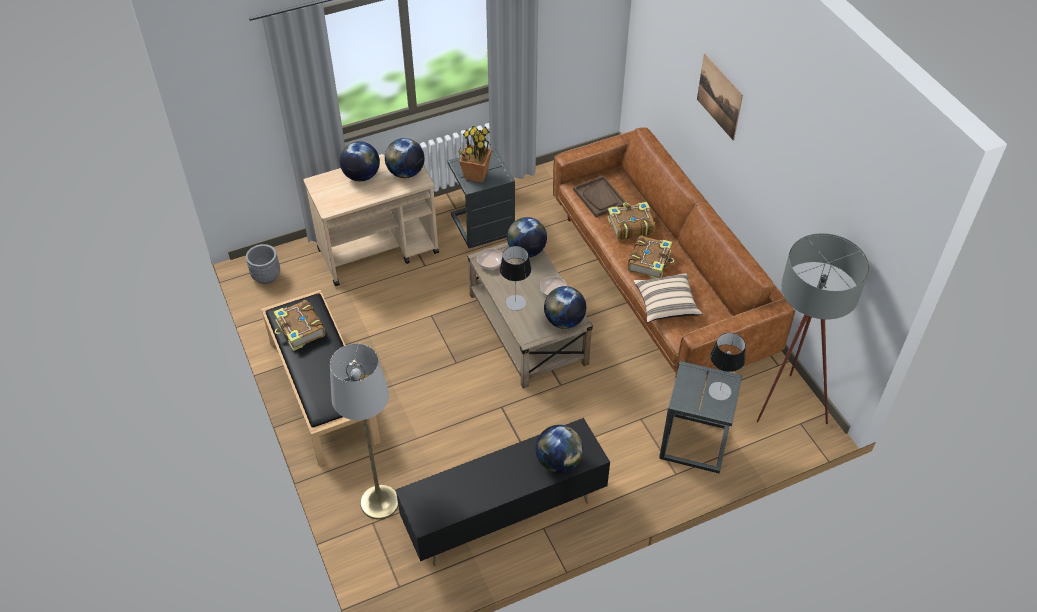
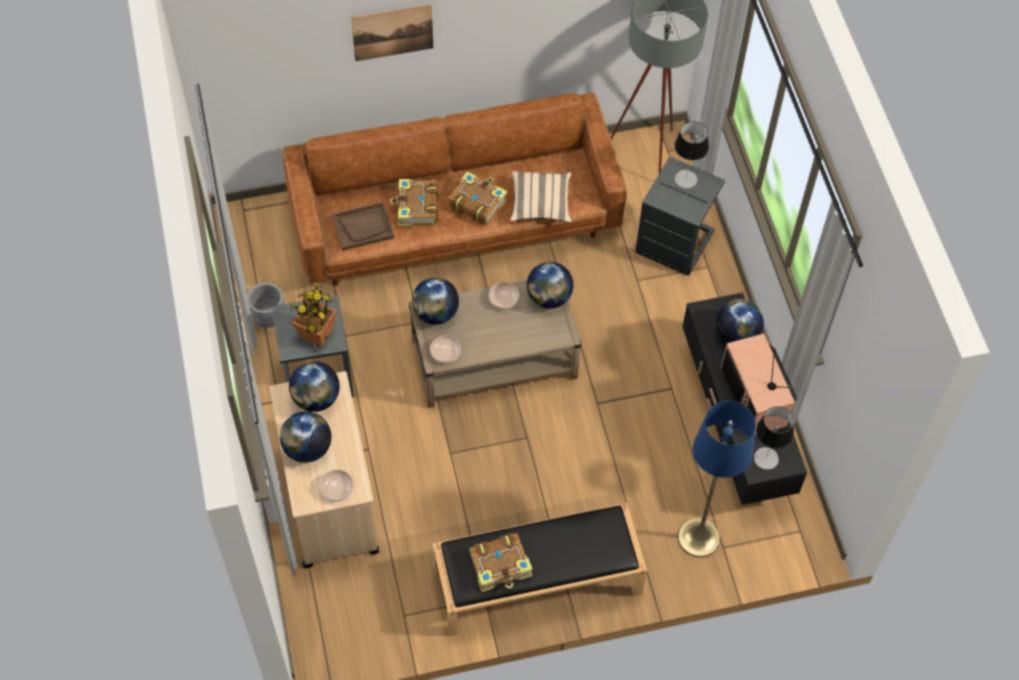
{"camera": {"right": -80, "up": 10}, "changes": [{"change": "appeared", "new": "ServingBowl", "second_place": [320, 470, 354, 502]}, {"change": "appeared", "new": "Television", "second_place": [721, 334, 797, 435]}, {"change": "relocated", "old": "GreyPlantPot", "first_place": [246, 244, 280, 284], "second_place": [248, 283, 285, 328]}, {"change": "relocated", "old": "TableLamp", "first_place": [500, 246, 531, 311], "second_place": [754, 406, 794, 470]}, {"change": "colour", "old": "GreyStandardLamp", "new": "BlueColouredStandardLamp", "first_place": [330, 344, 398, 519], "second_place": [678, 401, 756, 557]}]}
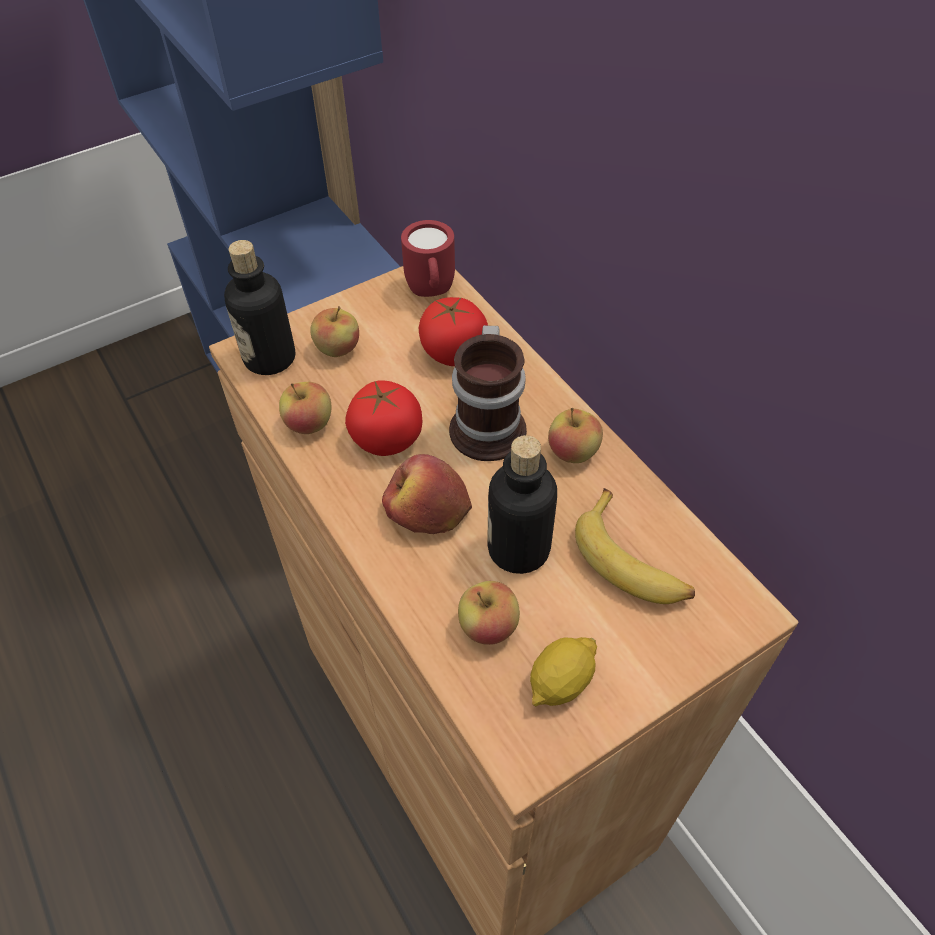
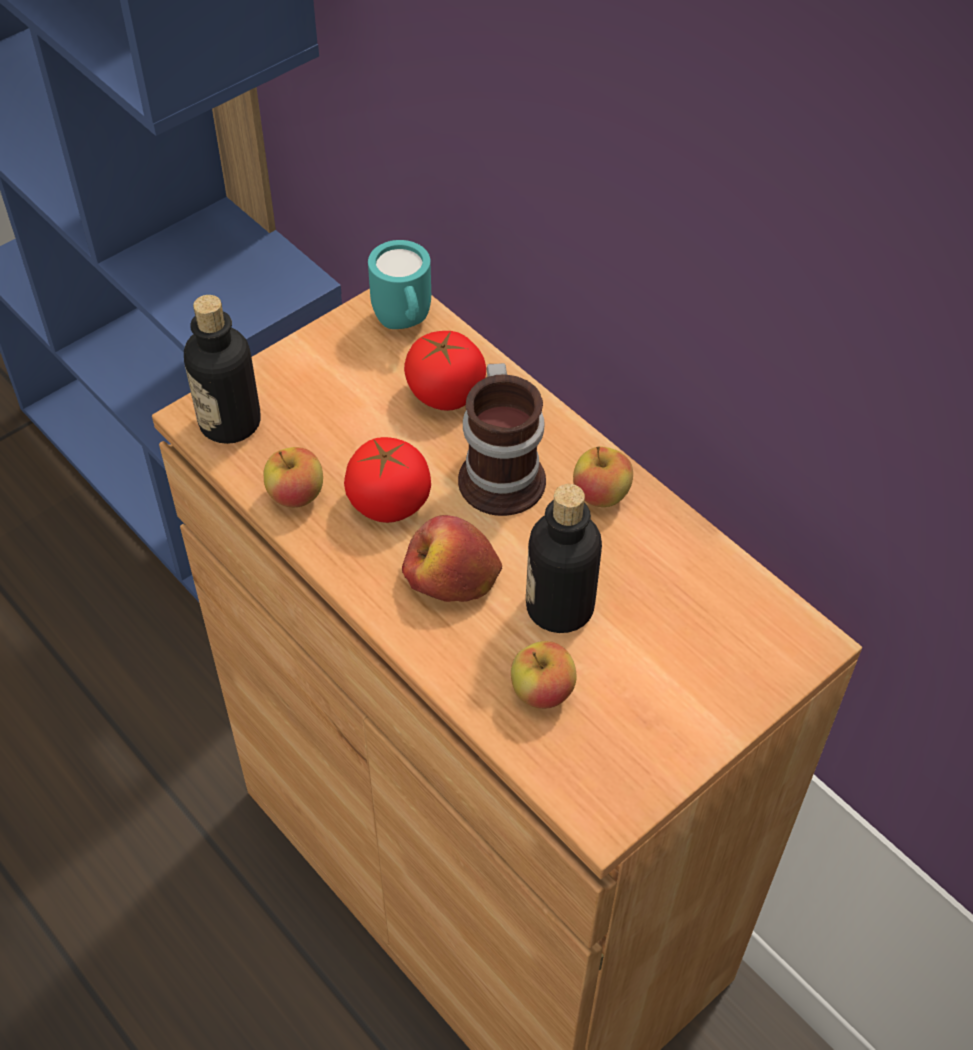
{"camera": {"right": -10, "up": 0}, "changes": [{"change": "missing", "old": "AppleFruit", "first_place": [310, 306, 359, 357]}, {"change": "missing", "old": "CitrusFruit", "first_place": [530, 637, 597, 707]}, {"change": "missing", "old": "BananaFruit", "first_place": [575, 488, 695, 604]}, {"change": "colour", "old": "RedColouredMug", "new": "BlueGreenMug", "first_place": [401, 220, 455, 297], "second_place": [368, 240, 431, 329]}]}
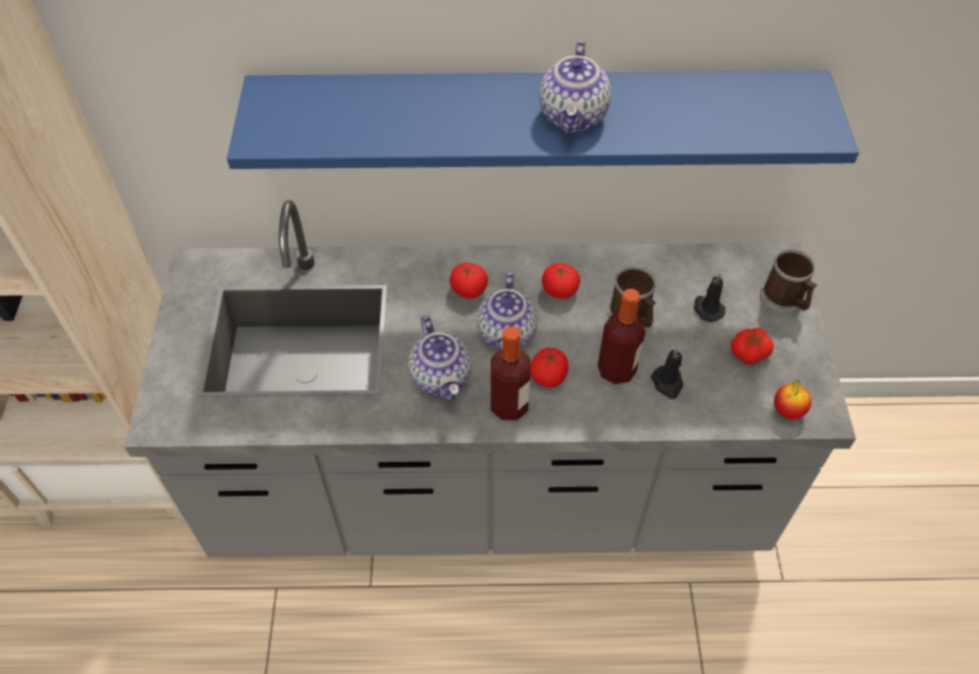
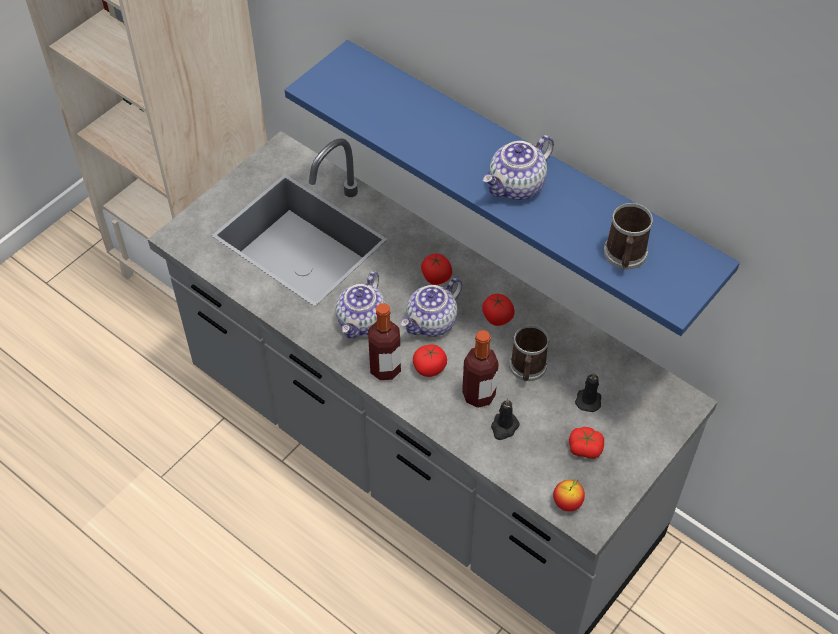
{"camera": {"right": 40, "up": 0}, "changes": [{"change": "relocated", "old": "Mug", "first_place": [760, 249, 817, 315], "second_place": [604, 203, 653, 270]}]}
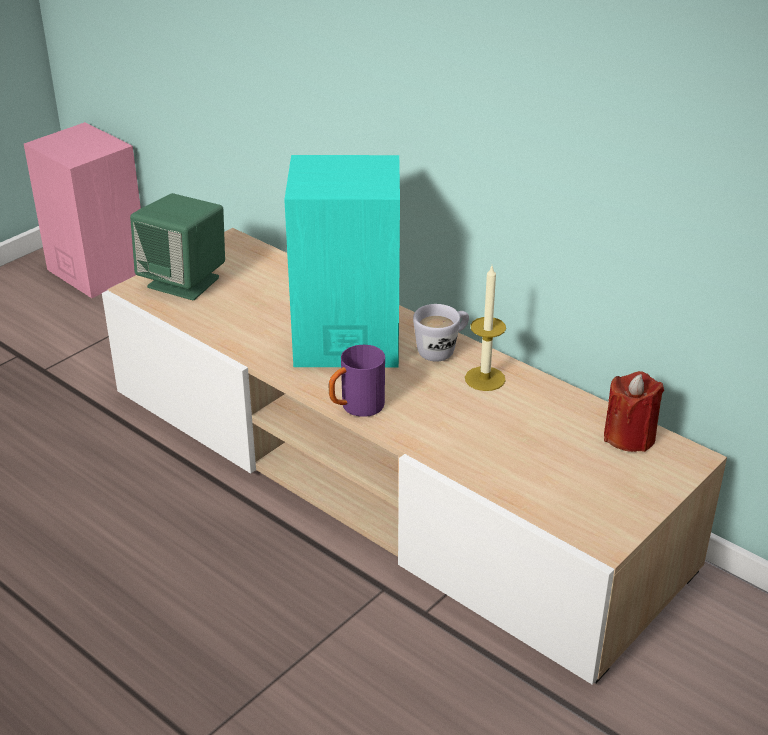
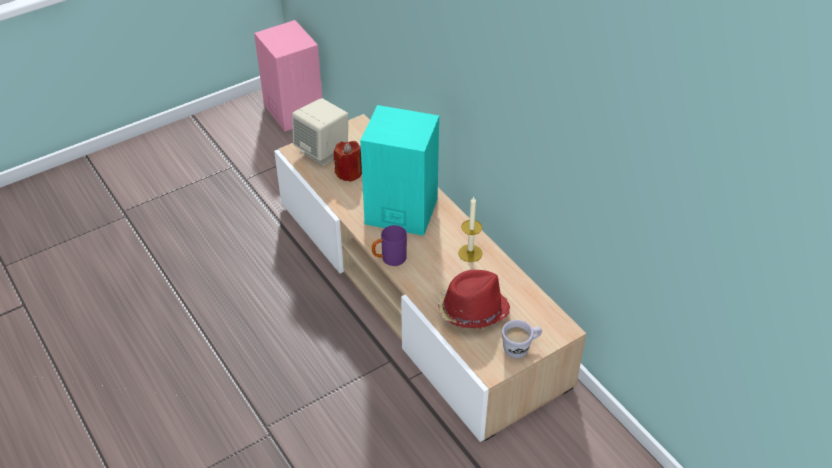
{"camera": {"right": 15, "up": 10}, "changes": [{"change": "appeared", "new": "RedColouredHat", "second_place": [439, 270, 510, 329]}, {"change": "relocated", "old": "WhiteColouredMug", "first_place": [413, 304, 469, 362], "second_place": [502, 320, 542, 358]}, {"change": "relocated", "old": "RedColouredWaxLight", "first_place": [604, 371, 664, 452], "second_place": [334, 141, 362, 182]}, {"change": "colour", "old": "GreenColouredSpeaker", "new": "BeigeColouredSpeaker", "first_place": [130, 193, 225, 300], "second_place": [292, 98, 348, 166]}]}
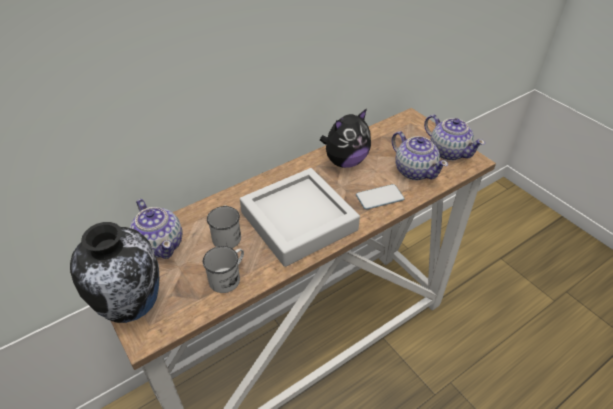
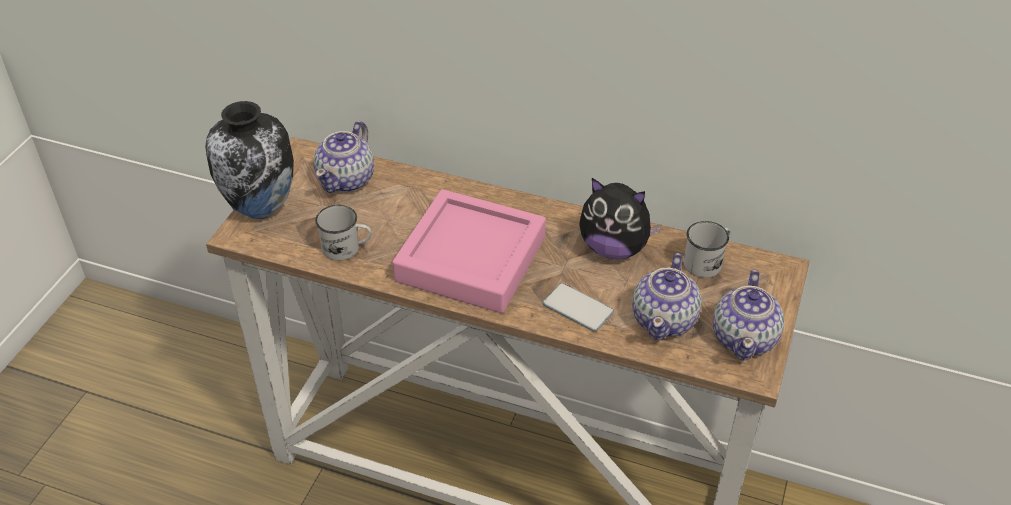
{"camera": {"right": 55, "up": 0}, "changes": [{"change": "relocated", "old": "WhiteColouredMug", "first_place": [207, 205, 241, 248], "second_place": [684, 221, 731, 278]}, {"change": "colour", "old": "GreyServingTray", "new": "PinkishServingTray", "first_place": [240, 168, 360, 267], "second_place": [392, 189, 546, 313]}]}
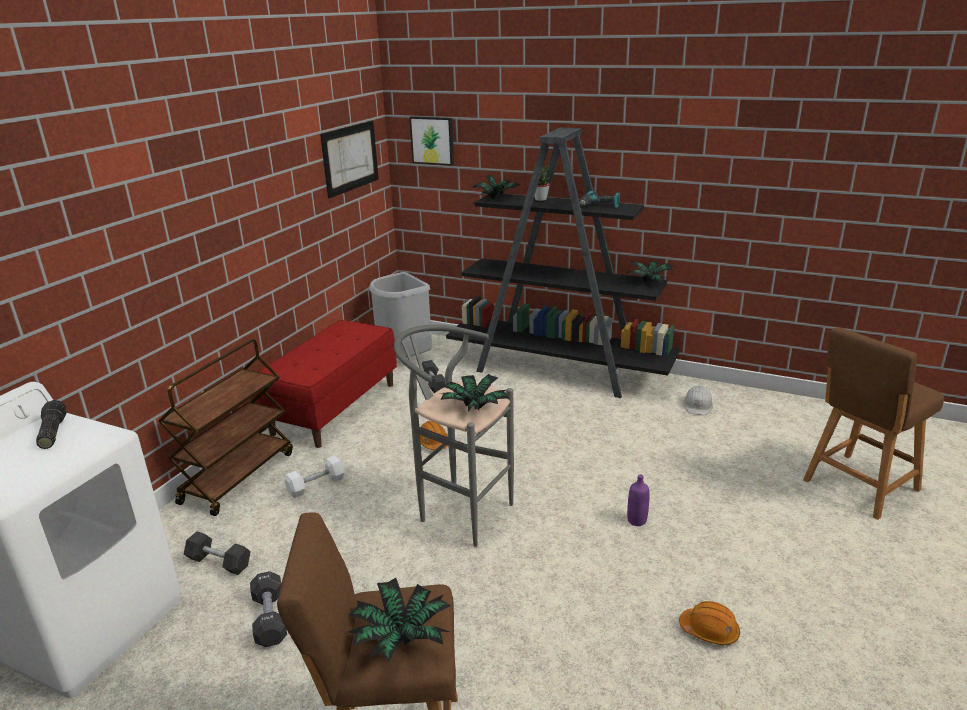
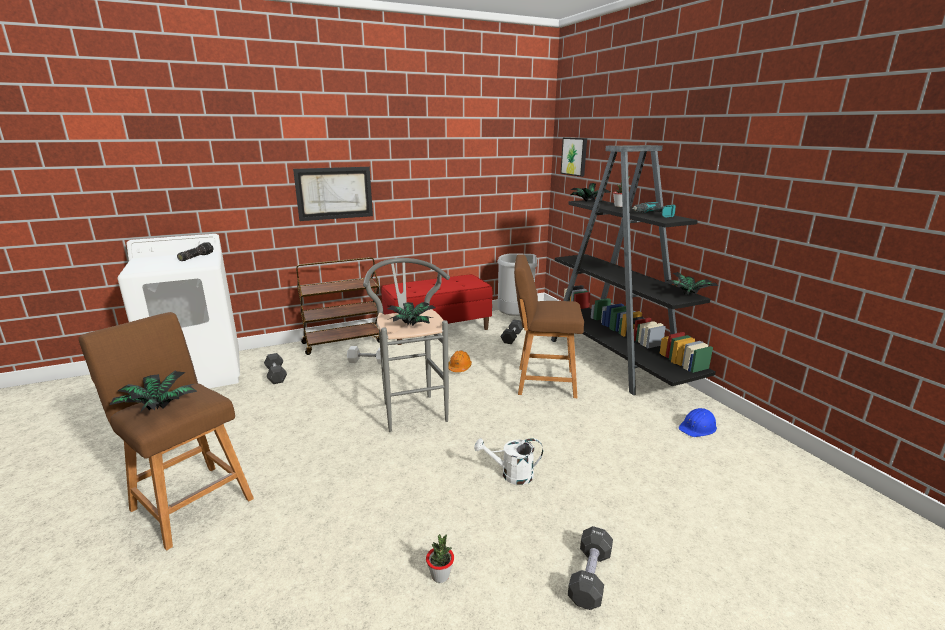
{"camera": {"right": 40, "up": -5}, "changes": [{"change": "relocated", "old": "BlackColouredFreeWeight", "first_place": [250, 571, 287, 647], "second_place": [568, 526, 613, 610]}, {"change": "relocated", "old": "Picture", "first_place": [320, 121, 379, 199], "second_place": [293, 167, 373, 221]}, {"change": "relocated", "old": "BrownStool", "first_place": [803, 327, 944, 520], "second_place": [514, 254, 584, 398]}, {"change": "exchanged", "old": "PurpleColouredBottle", "new": "WhiteColouredWateringPot", "first_place": [627, 475, 650, 526], "second_place": [474, 438, 543, 485]}, {"change": "exchanged", "old": "OrangeWorkHelmet", "new": "PottedPlant", "first_place": [679, 601, 740, 645], "second_place": [426, 534, 454, 583]}, {"change": "colour", "old": "WhiteColouredWorkHelmet", "new": "BlueColouredWorkHelmet", "first_place": [684, 386, 713, 415], "second_place": [678, 408, 717, 437]}]}
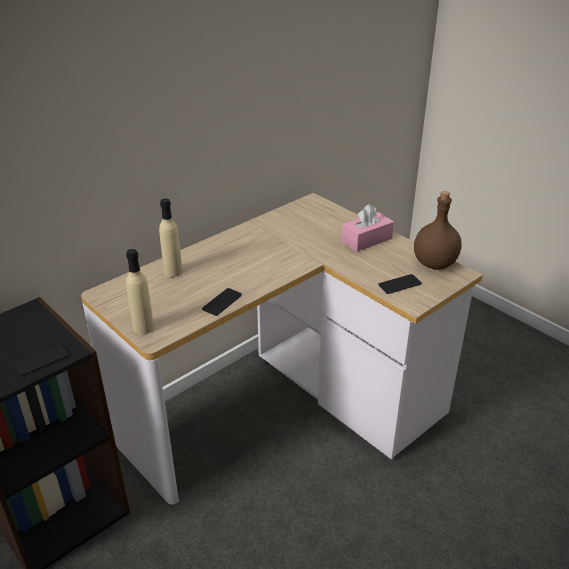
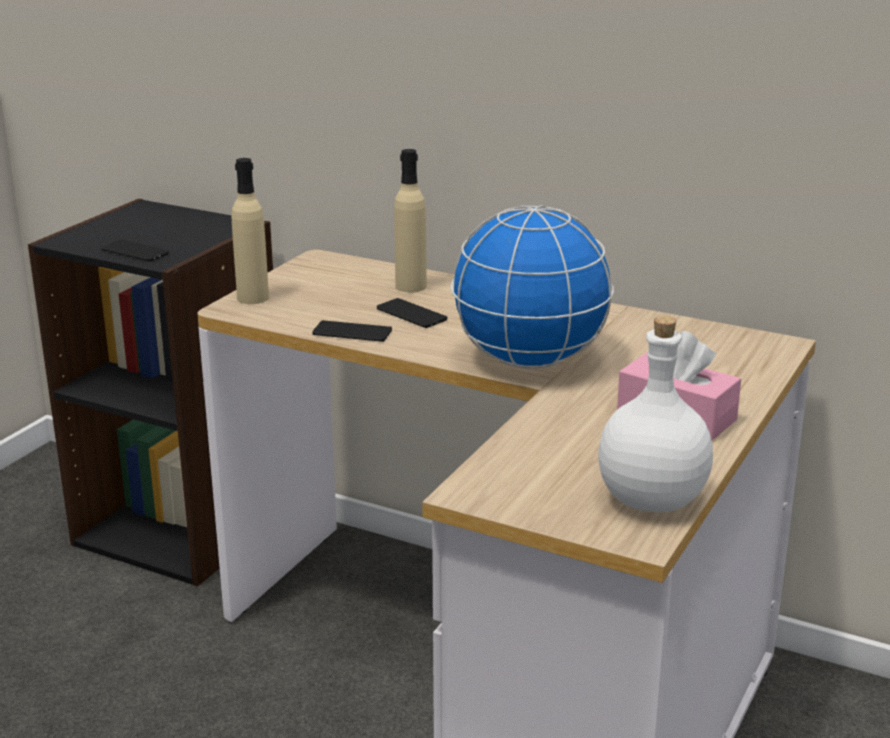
{"camera": {"right": 70, "up": -10}, "changes": [{"change": "appeared", "new": "WorldGlobe", "second_place": [450, 205, 614, 369]}, {"change": "relocated", "old": "Telephone", "first_place": [378, 274, 422, 294], "second_place": [377, 298, 447, 328]}, {"change": "colour", "old": "BrownBottle", "new": "WhiteColouredBottle", "first_place": [414, 191, 462, 270], "second_place": [598, 316, 713, 512]}]}
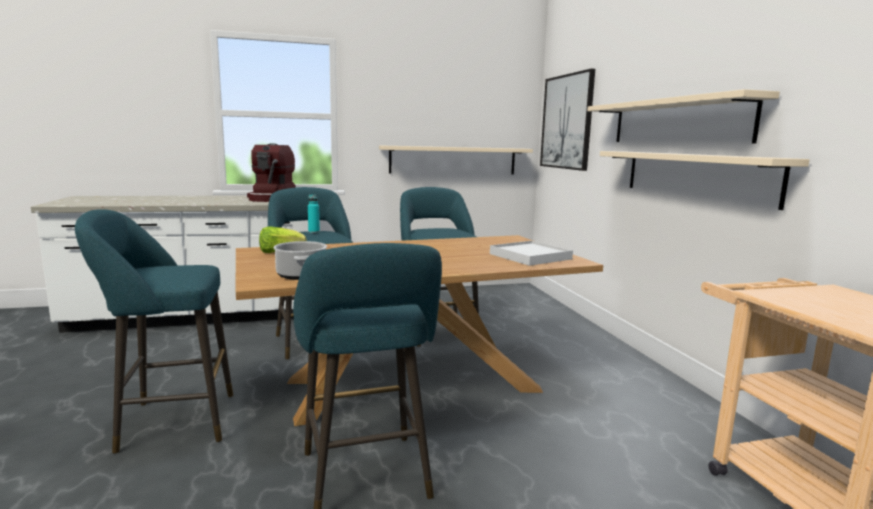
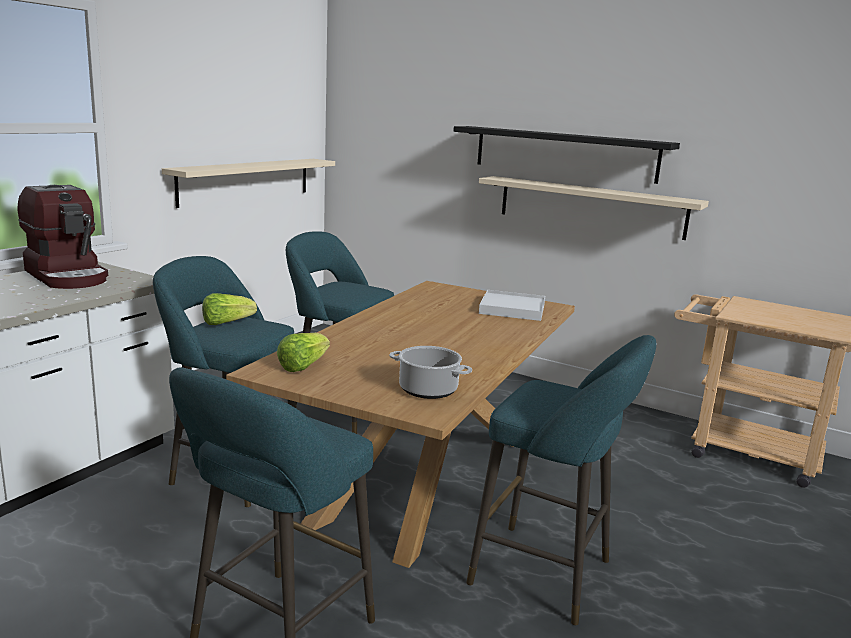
{"camera": {"right": -45, "up": 5}, "changes": [{"change": "missing", "old": "Picture", "first_place": [540, 69, 595, 171]}, {"change": "exchanged", "old": "BlueGreenBottle", "new": "LettuceHead", "first_place": [308, 194, 320, 233], "second_place": [202, 293, 257, 325]}, {"change": "colour", "old": "BeigeColouredWallShelf", "new": "BlackColouredWallShelf", "first_place": [587, 89, 780, 144], "second_place": [453, 126, 680, 184]}]}
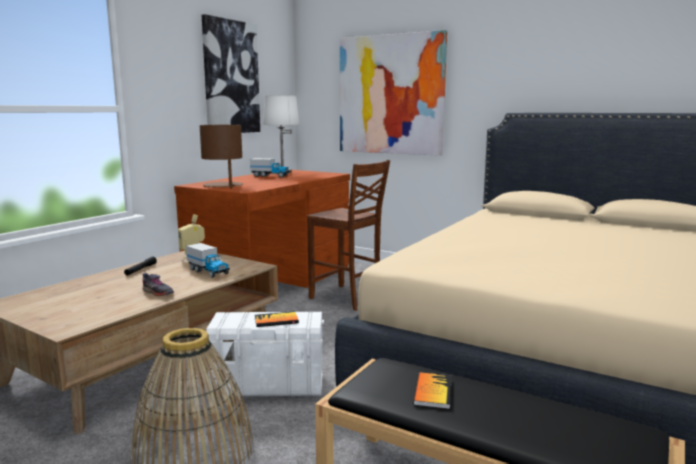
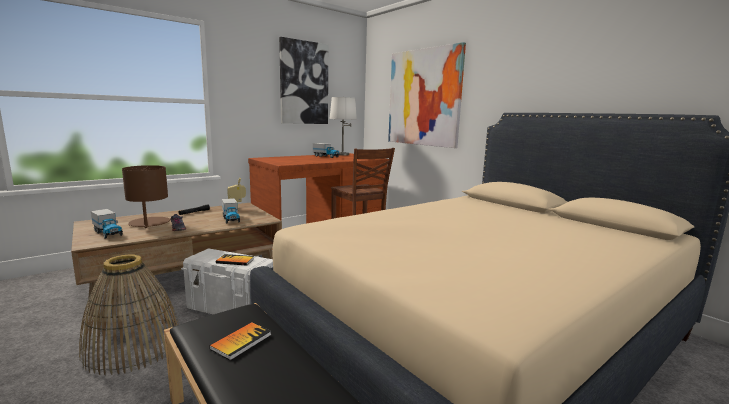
{"camera": {"right": 20, "up": 0}, "changes": [{"change": "appeared", "new": "ToyTruck", "second_place": [91, 209, 123, 239]}, {"change": "relocated", "old": "BrownTableLamp", "first_place": [200, 125, 243, 188], "second_place": [122, 165, 170, 228]}]}
